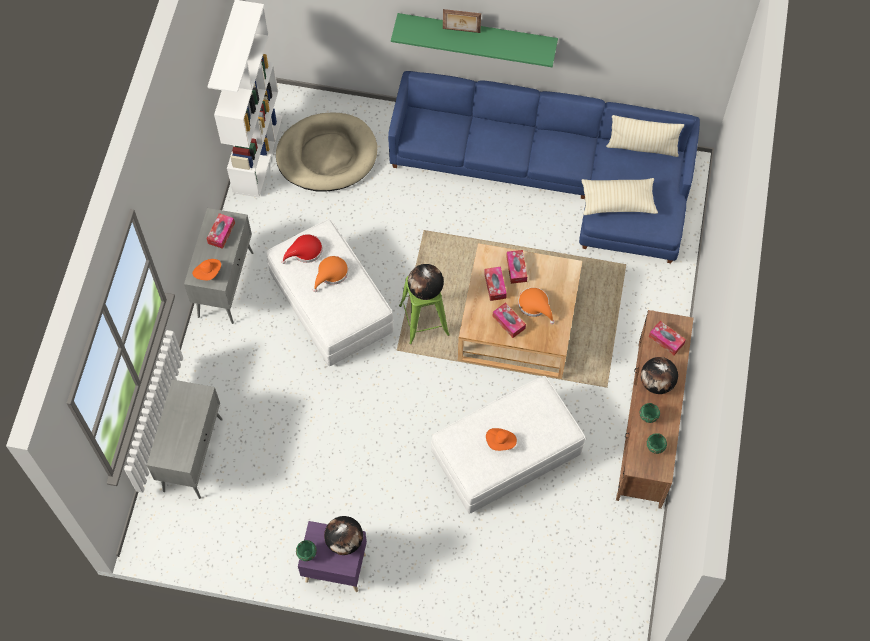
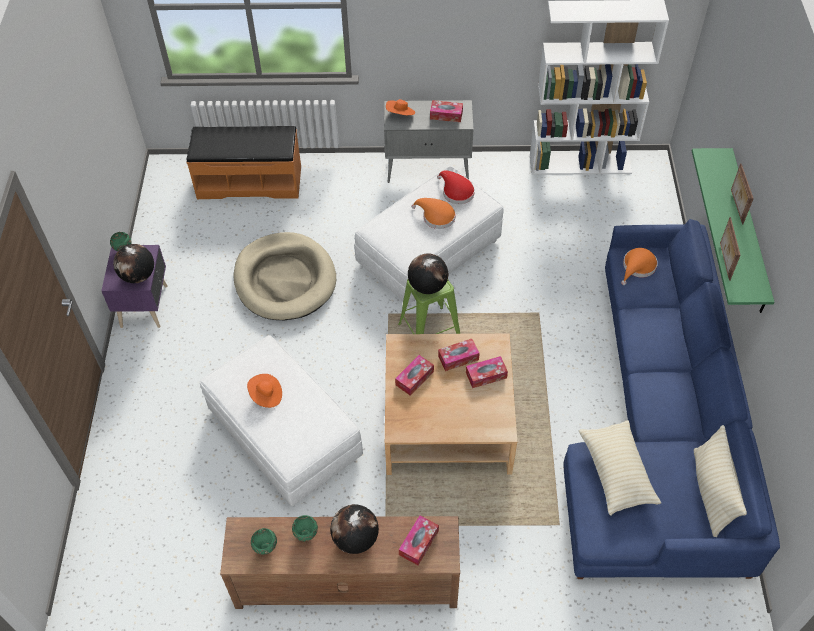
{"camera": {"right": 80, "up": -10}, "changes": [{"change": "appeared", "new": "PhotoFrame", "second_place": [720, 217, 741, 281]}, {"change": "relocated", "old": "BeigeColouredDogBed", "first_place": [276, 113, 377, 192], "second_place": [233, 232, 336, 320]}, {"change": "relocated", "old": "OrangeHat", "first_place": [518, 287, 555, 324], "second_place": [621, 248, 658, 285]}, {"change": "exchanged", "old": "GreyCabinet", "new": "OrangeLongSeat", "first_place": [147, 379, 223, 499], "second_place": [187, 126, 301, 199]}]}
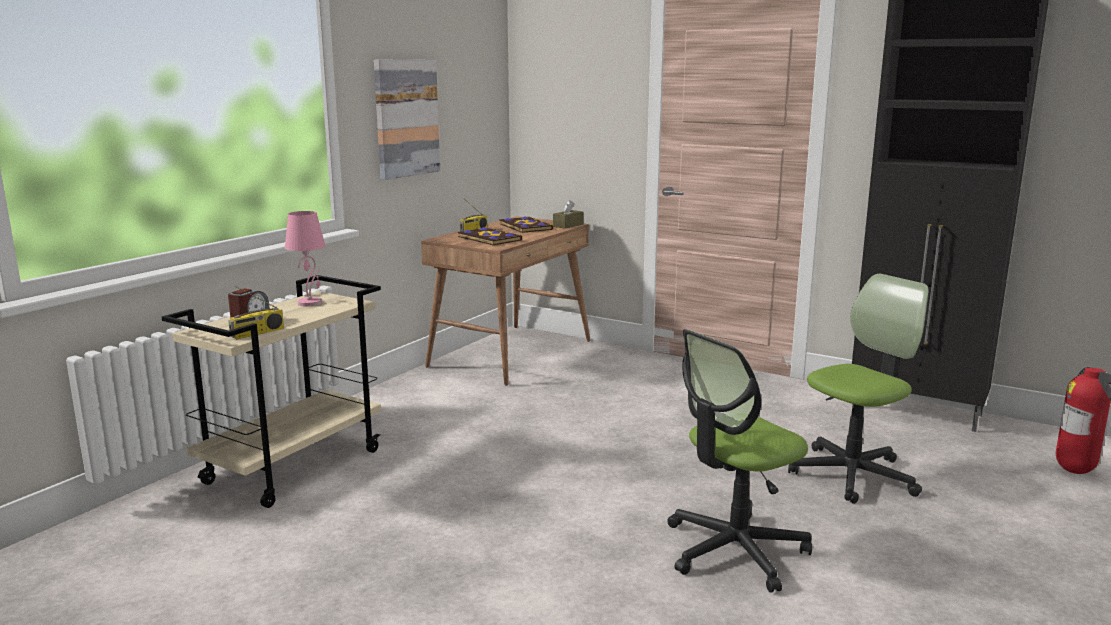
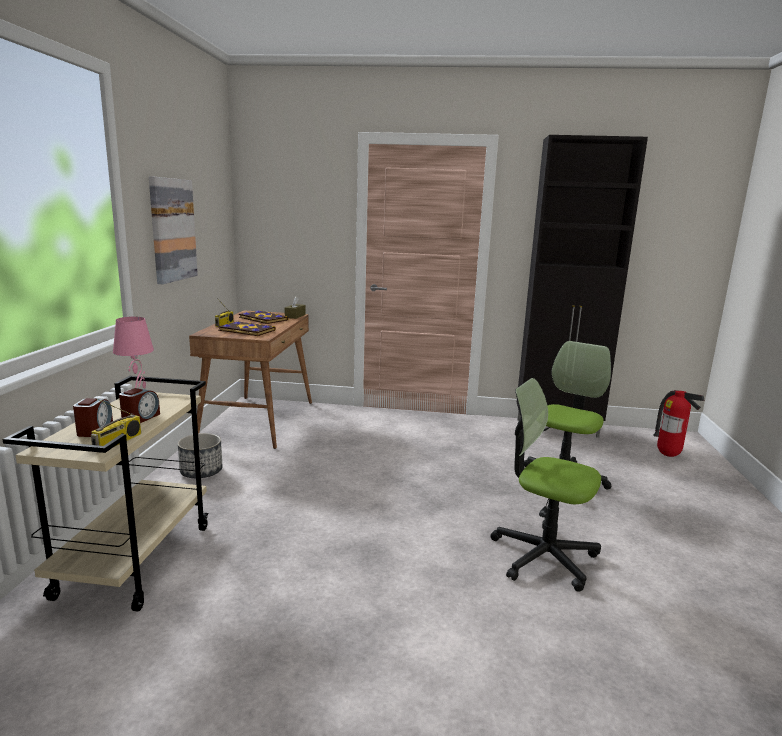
{"camera": {"right": -25, "up": 0}, "changes": [{"change": "appeared", "new": "AlarmClock", "second_place": [119, 388, 160, 423]}, {"change": "appeared", "new": "PlantPot", "second_place": [178, 433, 222, 478]}, {"change": "spun", "old": "ComputerChair", "first_place": [667, 329, 812, 593], "second_place": [491, 378, 601, 592], "degrees": 90}]}
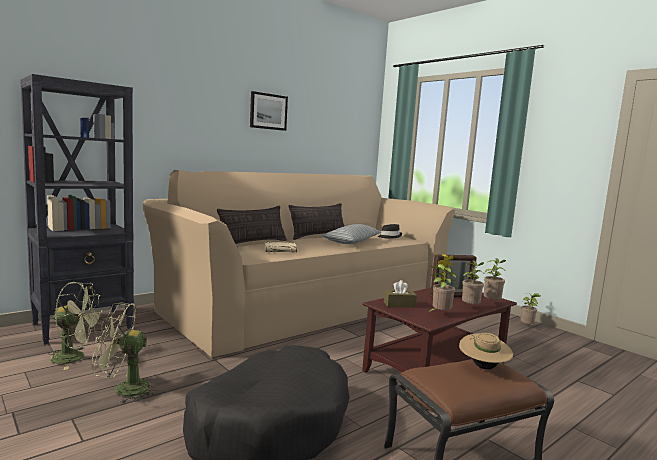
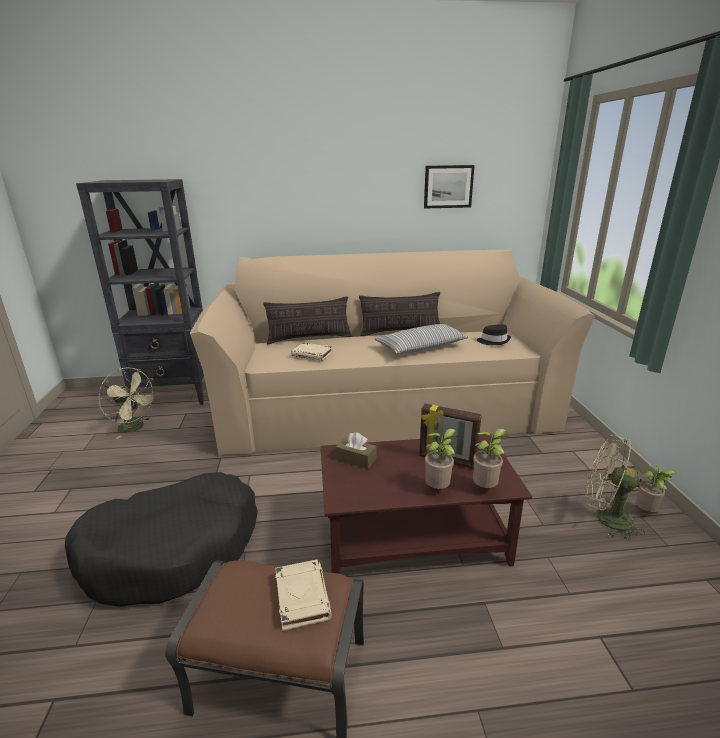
{"camera": {"right": 35, "up": 15}, "changes": [{"change": "missing", "old": "PottedPlant", "first_place": [427, 264, 456, 313]}, {"change": "relocated", "old": "GreenColouredElectricFan", "first_place": [92, 302, 159, 404], "second_place": [585, 435, 645, 540]}, {"change": "relocated", "old": "Picture", "first_place": [250, 91, 288, 131], "second_place": [424, 165, 475, 208]}, {"change": "exchanged", "old": "BeigeColouredHat", "new": "BeigeColouredBook", "first_place": [459, 333, 513, 369], "second_place": [275, 559, 332, 631]}]}
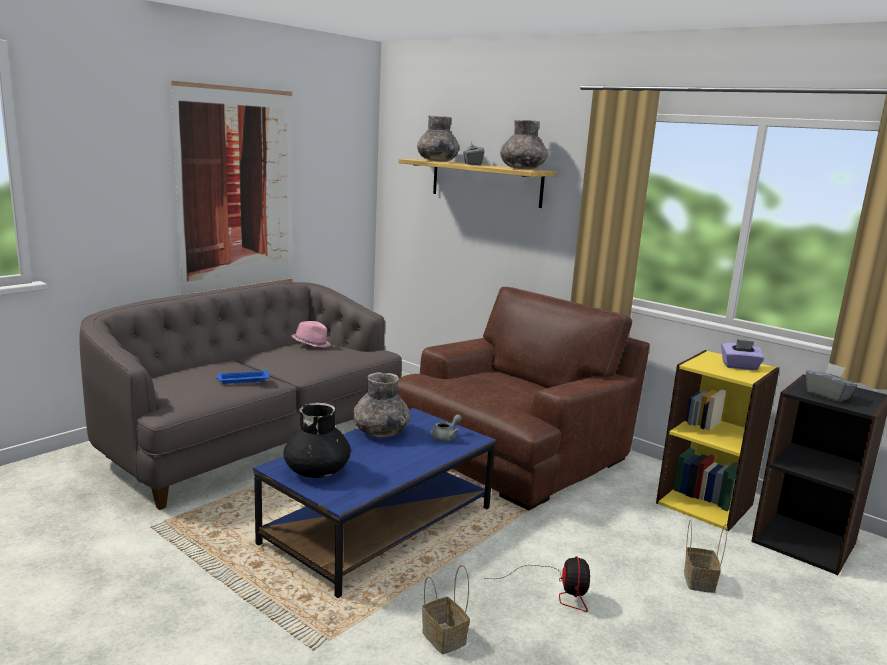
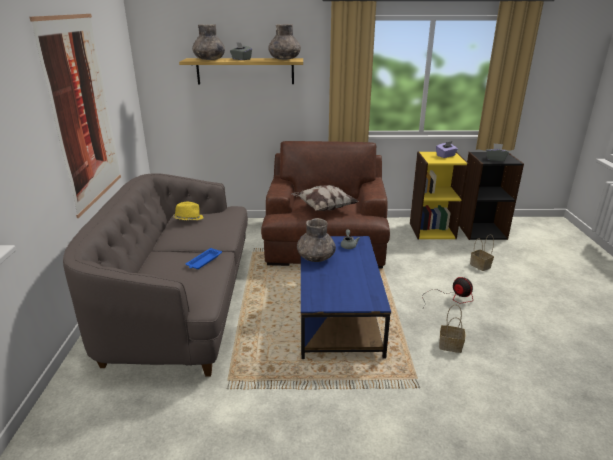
{"camera": {"right": -40, "up": 10}, "changes": [{"change": "missing", "old": "BlackColouredDecorativeVase", "first_place": [283, 403, 351, 478]}, {"change": "appeared", "new": "Cushion", "second_place": [291, 185, 359, 211]}, {"change": "colour", "old": "PinkishHat", "new": "YellowColouredHat", "first_place": [291, 321, 331, 348], "second_place": [172, 202, 203, 220]}]}
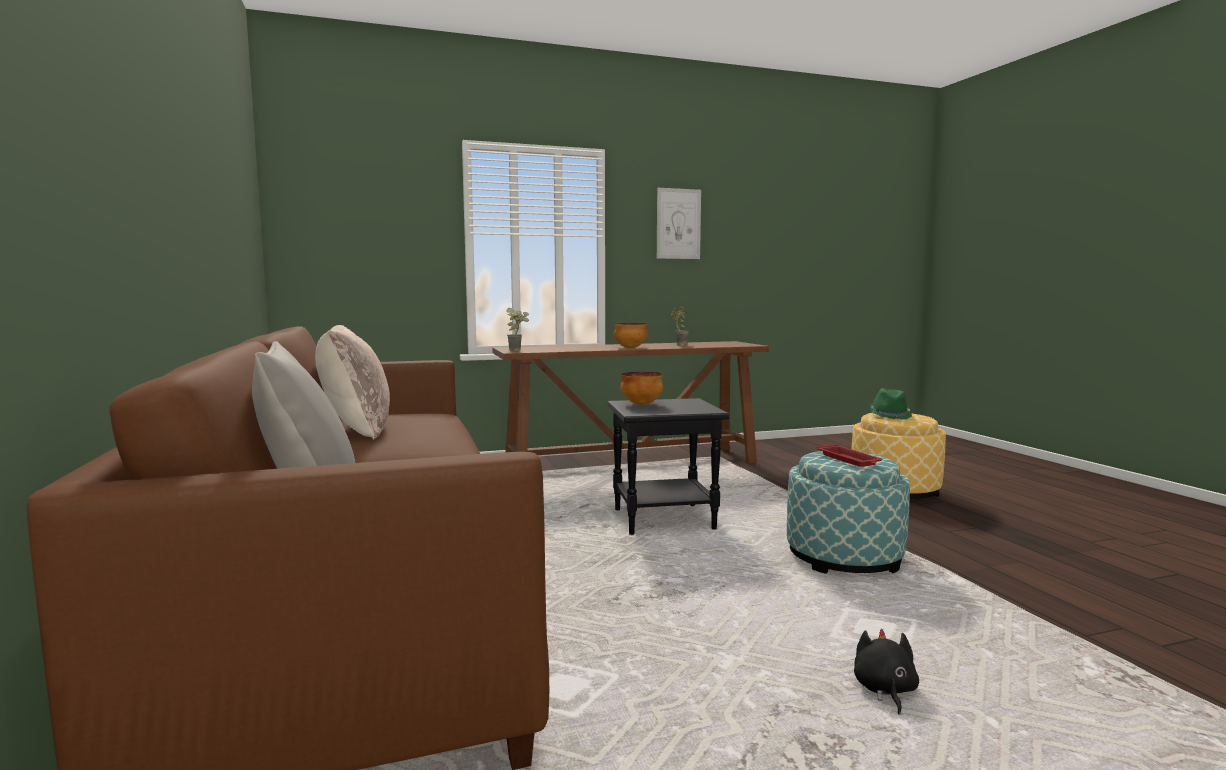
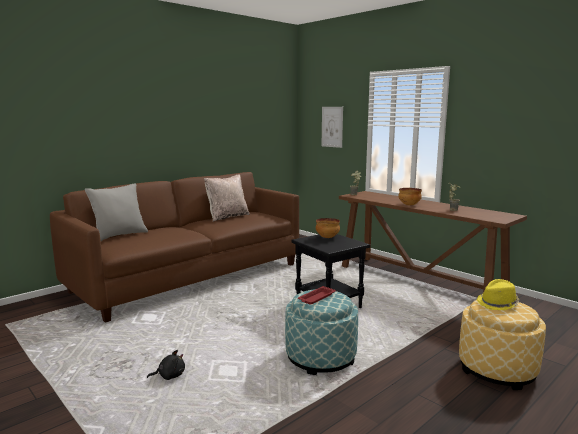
{"camera": {"right": 65, "up": 5}, "changes": [{"change": "relocated", "old": "Picture", "first_place": [657, 188, 701, 259], "second_place": [322, 107, 343, 148]}, {"change": "colour", "old": "GreenColouredHat", "new": "YellowColouredHat", "first_place": [869, 388, 912, 420], "second_place": [477, 279, 519, 310]}]}
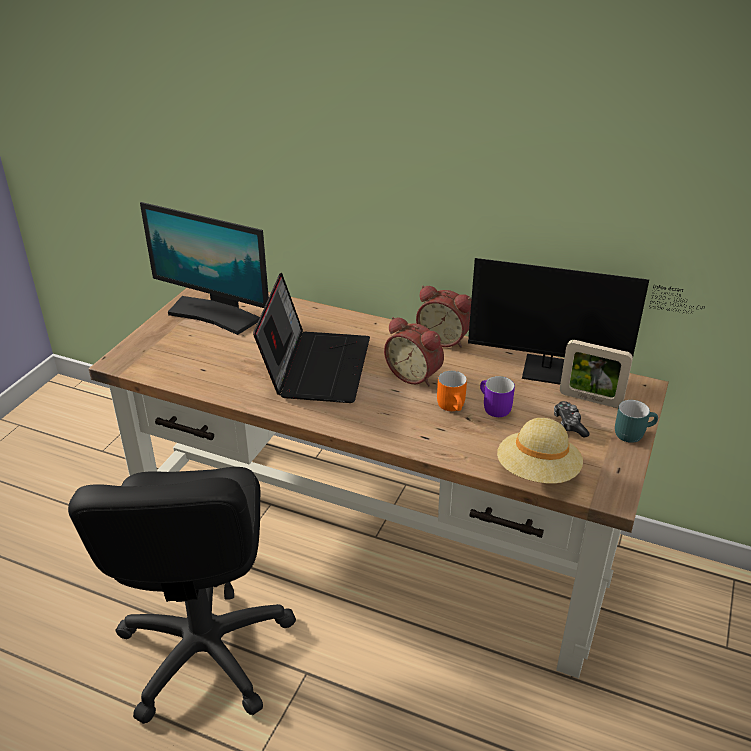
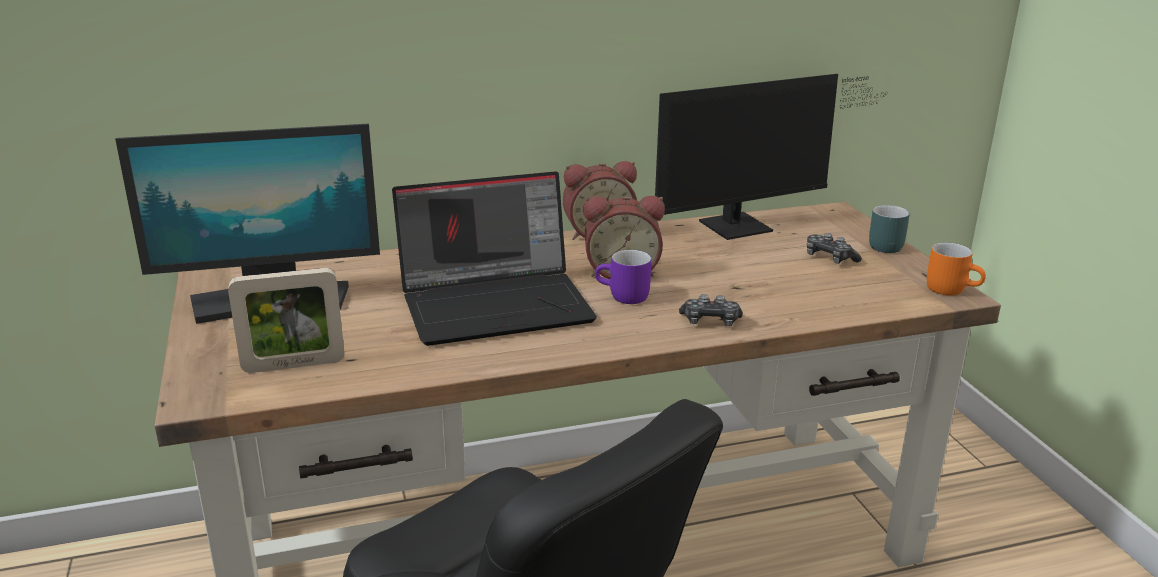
{"camera": {"right": -40, "up": -10}, "changes": [{"change": "missing", "old": "BeigeColouredHat", "first_place": [497, 418, 583, 484]}, {"change": "appeared", "new": "Gamepad", "second_place": [679, 294, 743, 326]}, {"change": "relocated", "old": "OrangeMug", "first_place": [437, 371, 467, 411], "second_place": [927, 243, 986, 296]}, {"change": "relocated", "old": "PurpleColouredMug", "first_place": [480, 376, 515, 417], "second_place": [595, 250, 651, 304]}, {"change": "relocated", "old": "PhotoFrame", "first_place": [560, 340, 633, 408], "second_place": [228, 268, 345, 373]}, {"change": "spun", "old": "NotebookComputer", "first_place": [253, 273, 370, 403], "second_place": [392, 171, 597, 346], "degrees": 105}]}
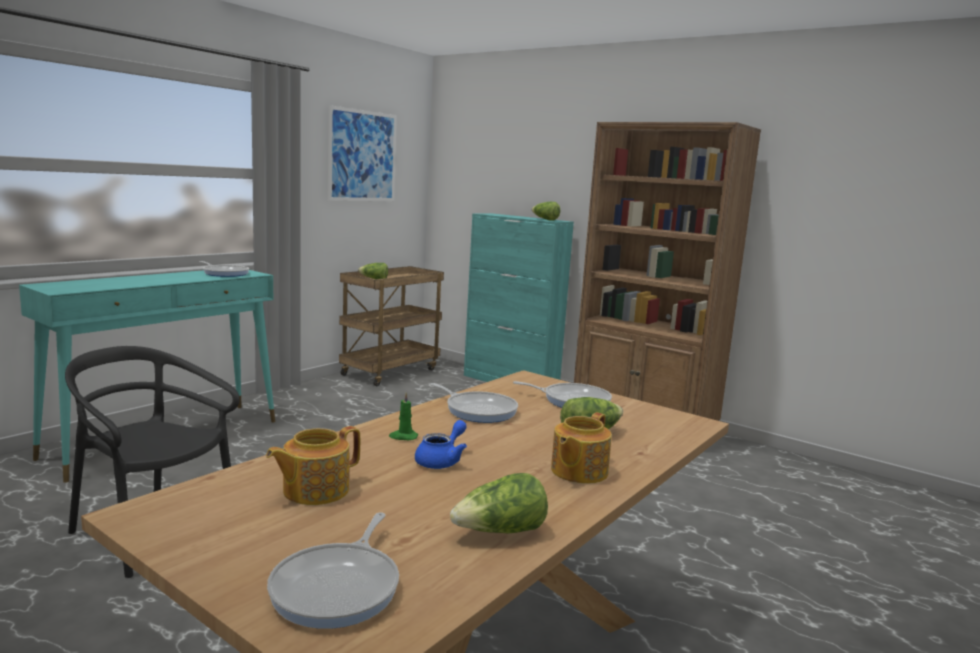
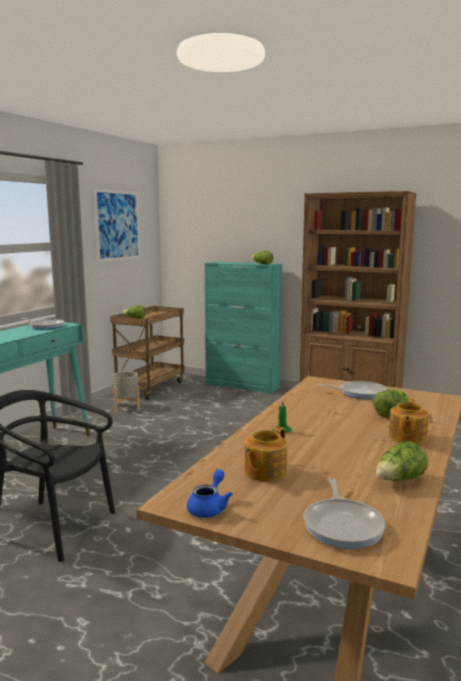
{"camera": {"right": -10, "up": 0}, "changes": [{"change": "missing", "old": "Pan", "first_place": [430, 383, 518, 423]}, {"change": "appeared", "new": "GreyPlantPot", "second_place": [113, 371, 140, 413]}, {"change": "relocated", "old": "BlueColouredPotForTea", "first_place": [415, 420, 467, 469], "second_place": [187, 469, 233, 518]}]}
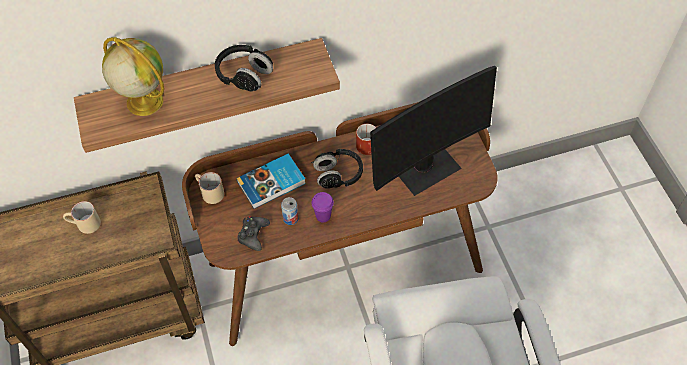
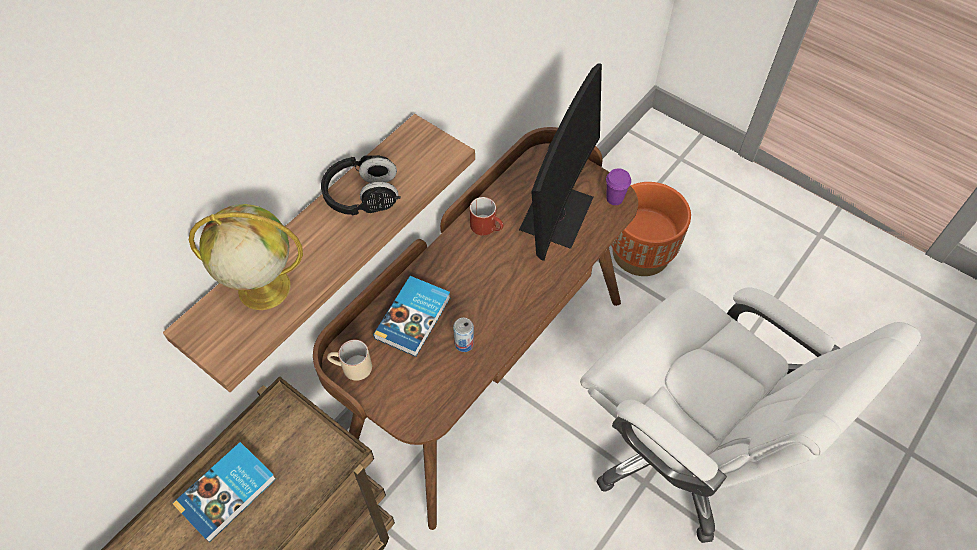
{"camera": {"right": -35, "up": 0}, "changes": [{"change": "missing", "old": "BlackColouredGamepad", "first_place": [238, 216, 270, 251]}, {"change": "missing", "old": "BlackColouredHeadset", "first_place": [311, 148, 363, 188]}, {"change": "appeared", "new": "OrangePlantPot", "second_place": [611, 182, 691, 276]}, {"change": "relocated", "old": "PurpleColouredDrinkingCup", "first_place": [311, 192, 334, 222], "second_place": [606, 168, 631, 205]}, {"change": "exchanged", "old": "BeigeColouredMug", "new": "Book", "first_place": [63, 201, 101, 234], "second_place": [172, 442, 276, 542]}]}
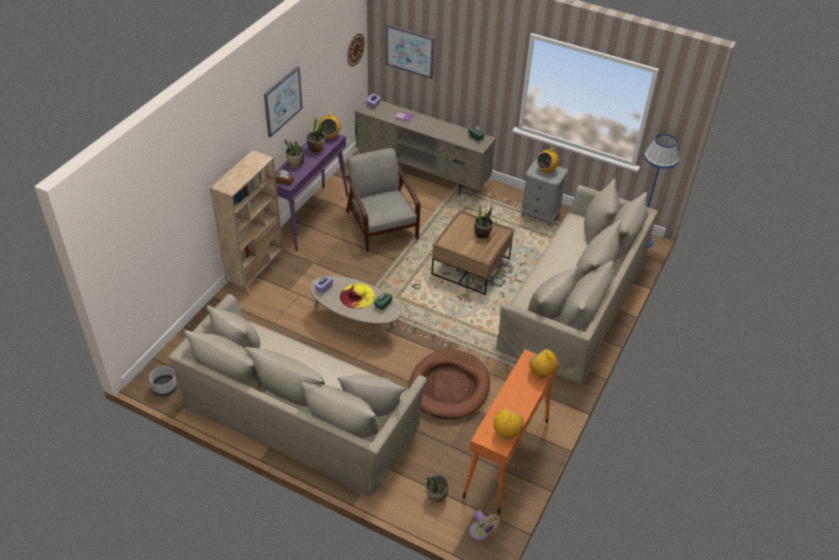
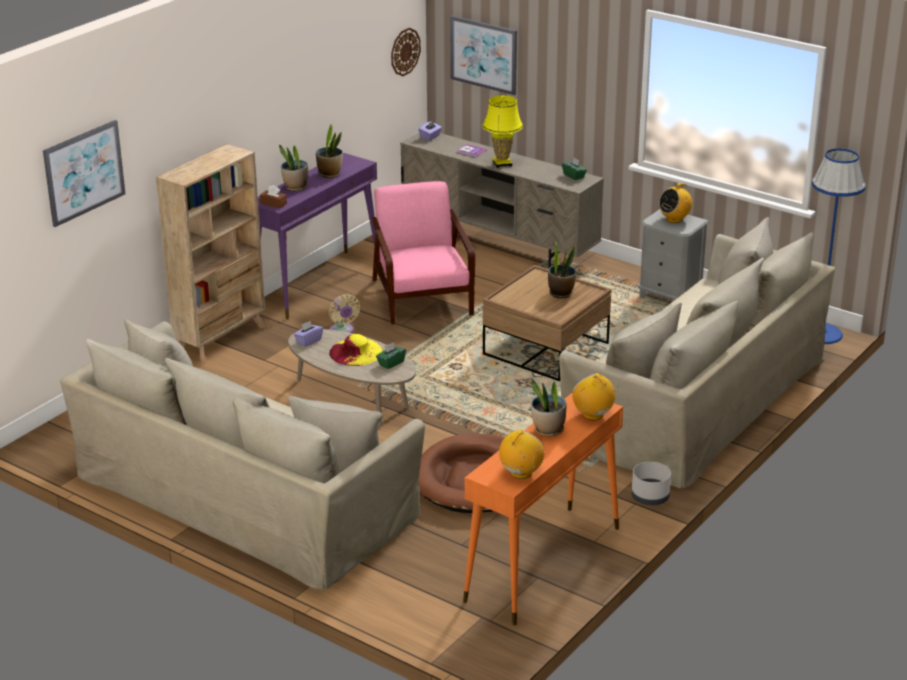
{"camera": {"right": 10, "up": -15}, "changes": [{"change": "missing", "old": "RadioReceiver", "first_place": [319, 112, 341, 139]}, {"change": "appeared", "new": "YellowColouredTableLamp", "second_place": [482, 95, 523, 168]}, {"change": "relocated", "old": "GreyPlantPot", "first_place": [149, 366, 177, 396], "second_place": [632, 462, 671, 505]}, {"change": "relocated", "old": "Picture", "first_place": [264, 66, 303, 137], "second_place": [43, 120, 125, 227]}, {"change": "relocated", "old": "PottedPlant", "first_place": [426, 475, 449, 503], "second_place": [531, 379, 566, 437]}, {"change": "relocated", "old": "BeigeColouredElectricFan", "first_place": [469, 510, 499, 541], "second_place": [329, 294, 360, 333]}, {"change": "colour", "old": "GreyEasyChair", "new": "PinkishEasyChair", "first_place": [346, 148, 420, 252], "second_place": [371, 181, 475, 325]}]}
